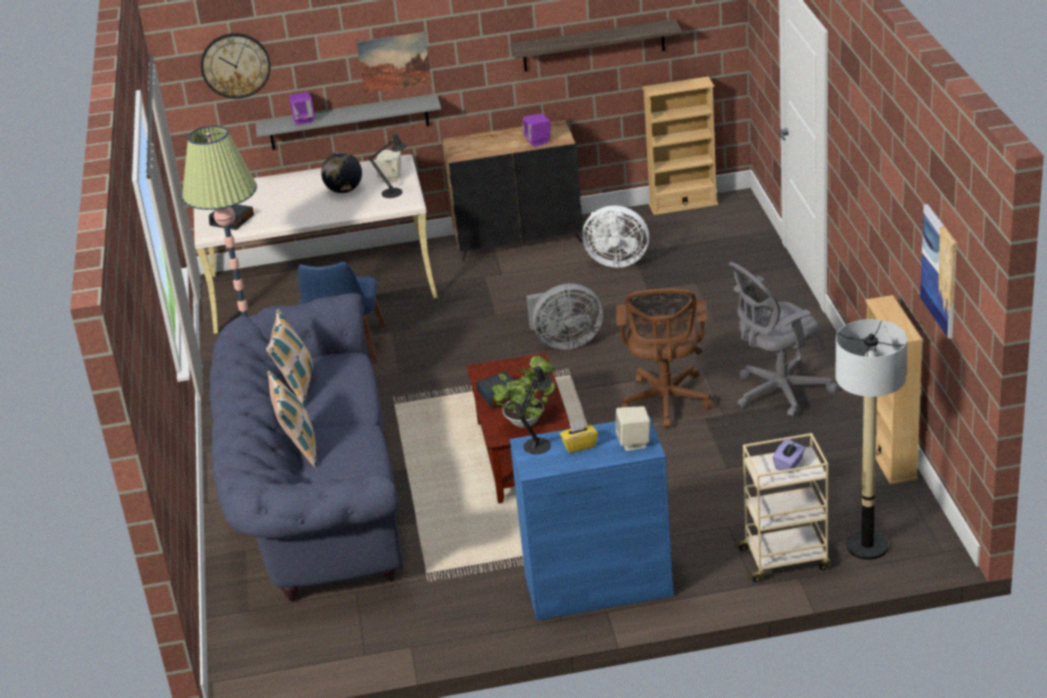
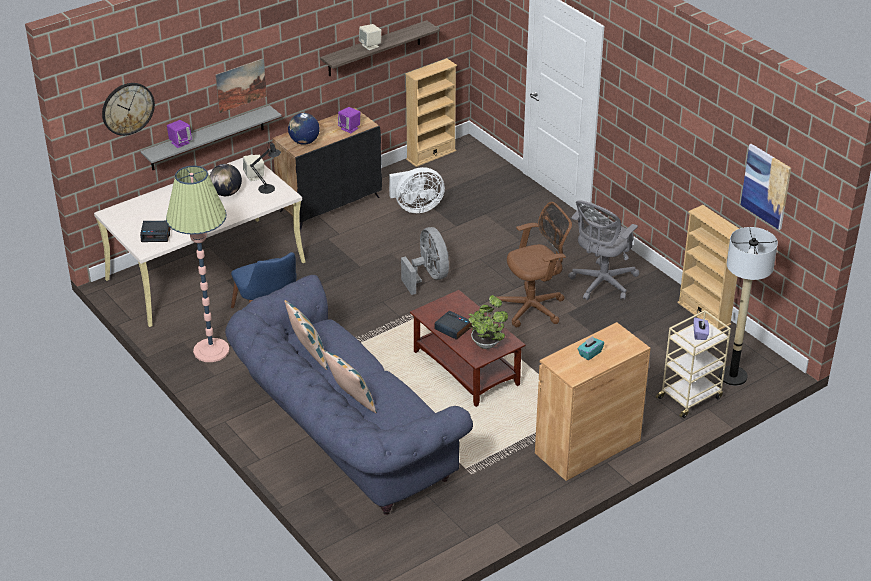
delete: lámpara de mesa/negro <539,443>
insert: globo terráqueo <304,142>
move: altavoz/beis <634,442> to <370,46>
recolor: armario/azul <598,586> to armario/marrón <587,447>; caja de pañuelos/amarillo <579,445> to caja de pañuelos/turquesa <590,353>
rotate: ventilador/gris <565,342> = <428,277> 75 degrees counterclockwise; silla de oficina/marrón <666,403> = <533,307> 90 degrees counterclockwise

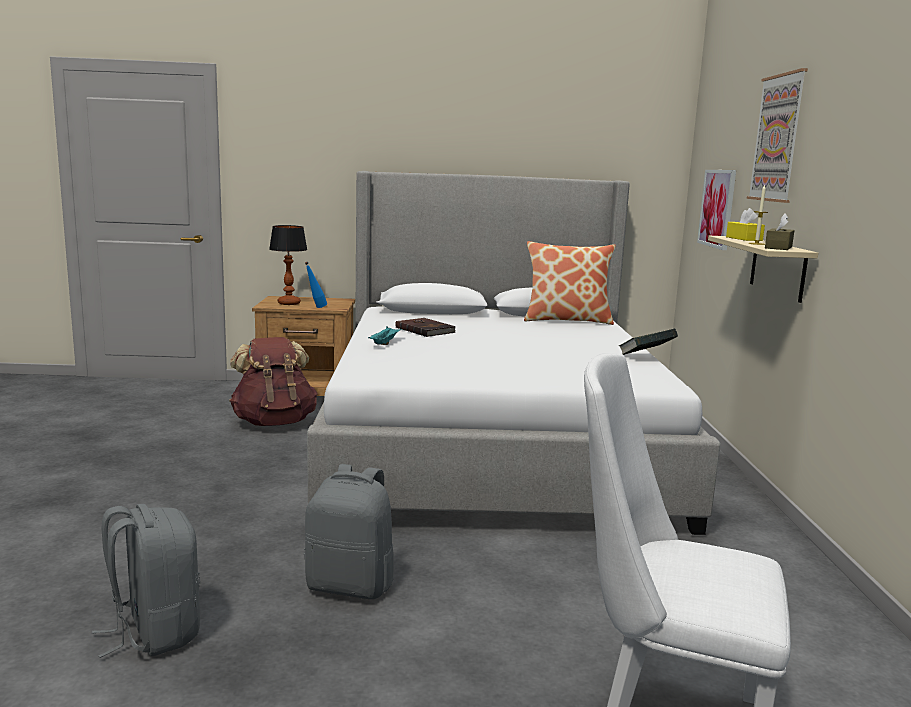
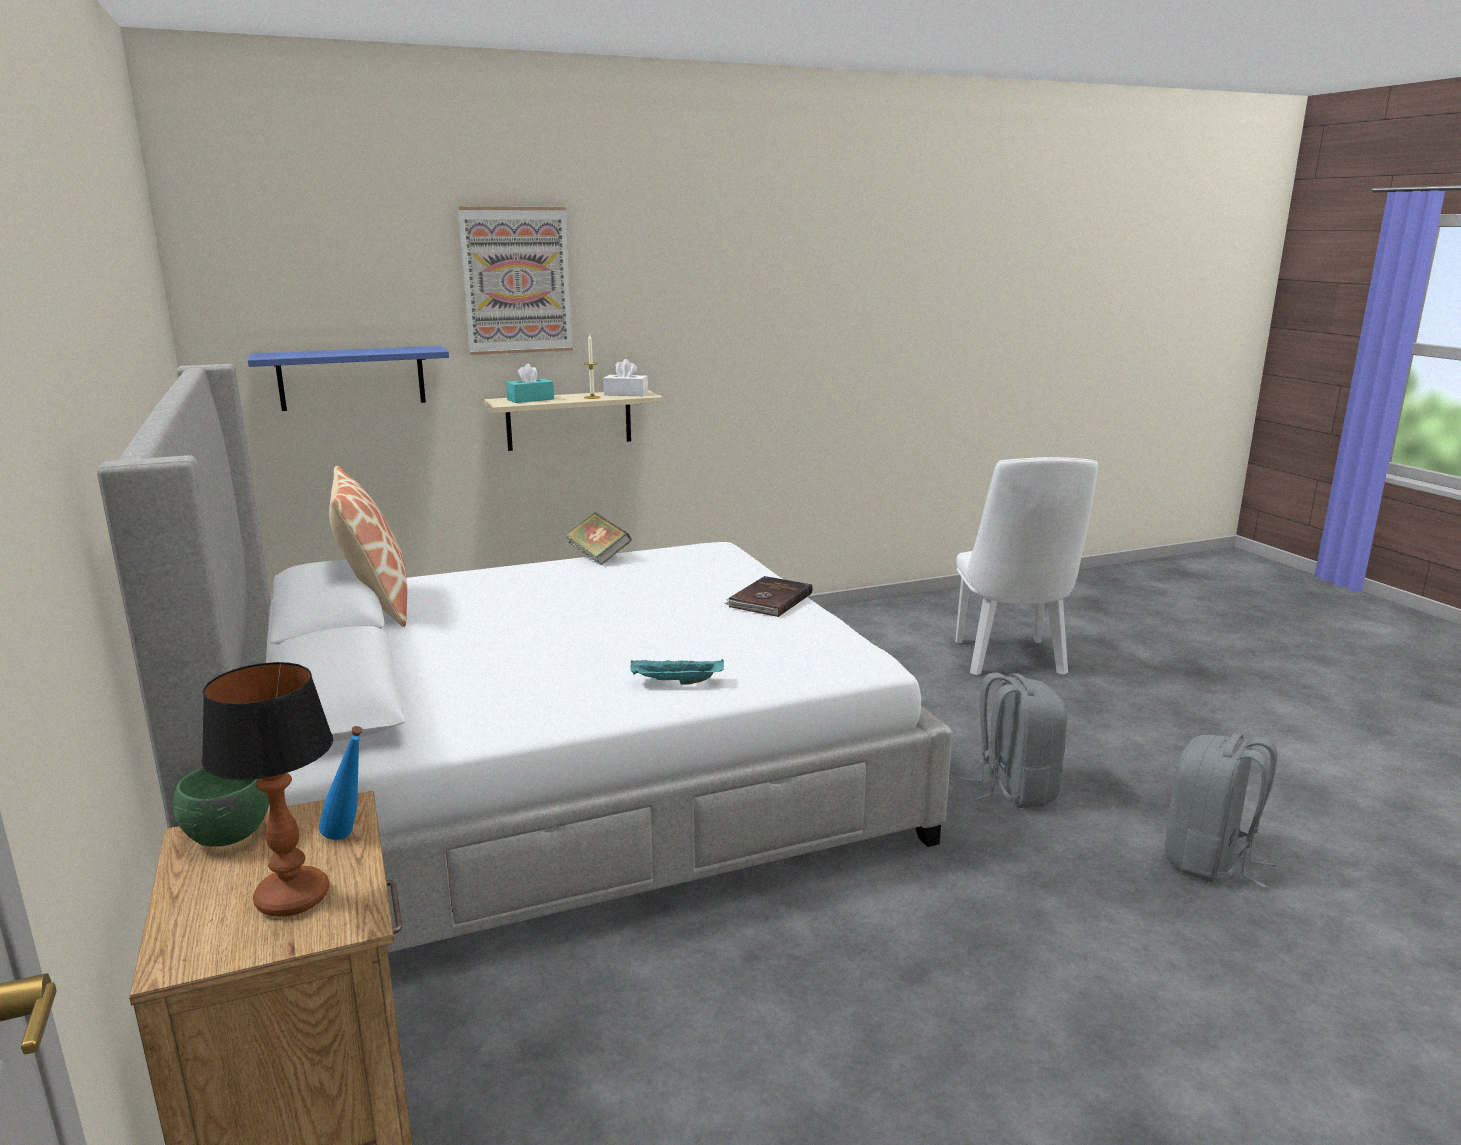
delete: mochila/marrón <274,422>
insert: cuenco/verde <228,836>
move: libro/marrón <425,330> to <769,600>
replace: cuadro <717,208> to estante/azul <352,378>
recolor: caja de pañuelos/amarillo <744,239> to caja de pañuelos/turquesa <530,399>; caja de pañuelos/marrón <778,247> to caja de pañuelos/blanco <626,394>

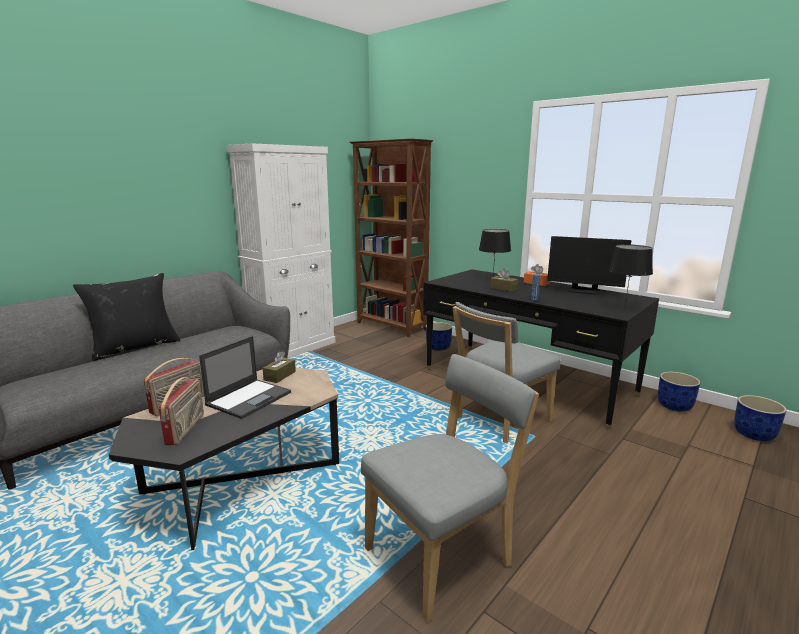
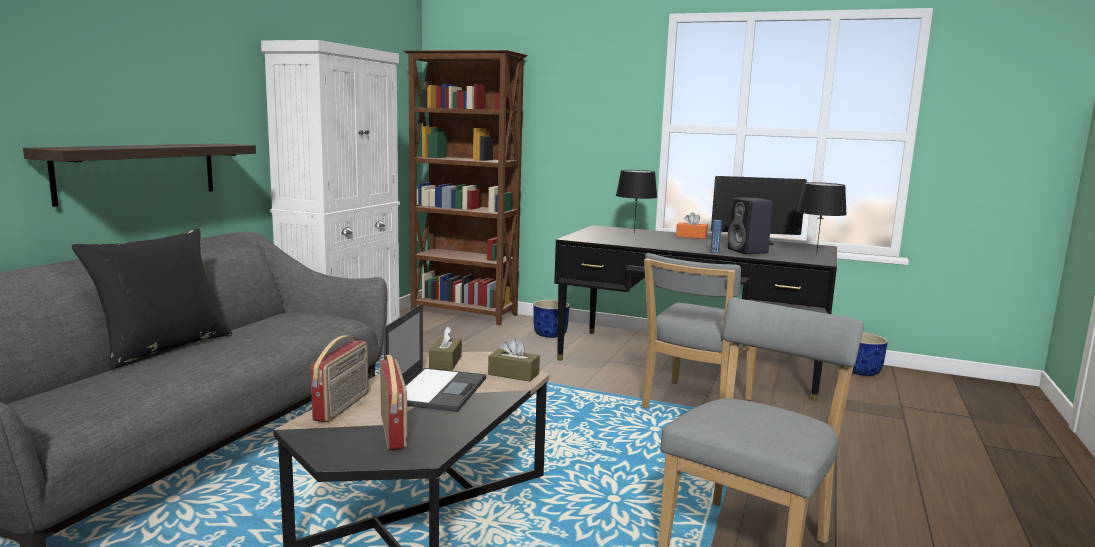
delete: maceta/azul <753,434>
insert: estante <138,171>; altavoz/negro <748,251>
move: caja de pañuelos/marrón <503,288> to <513,374>

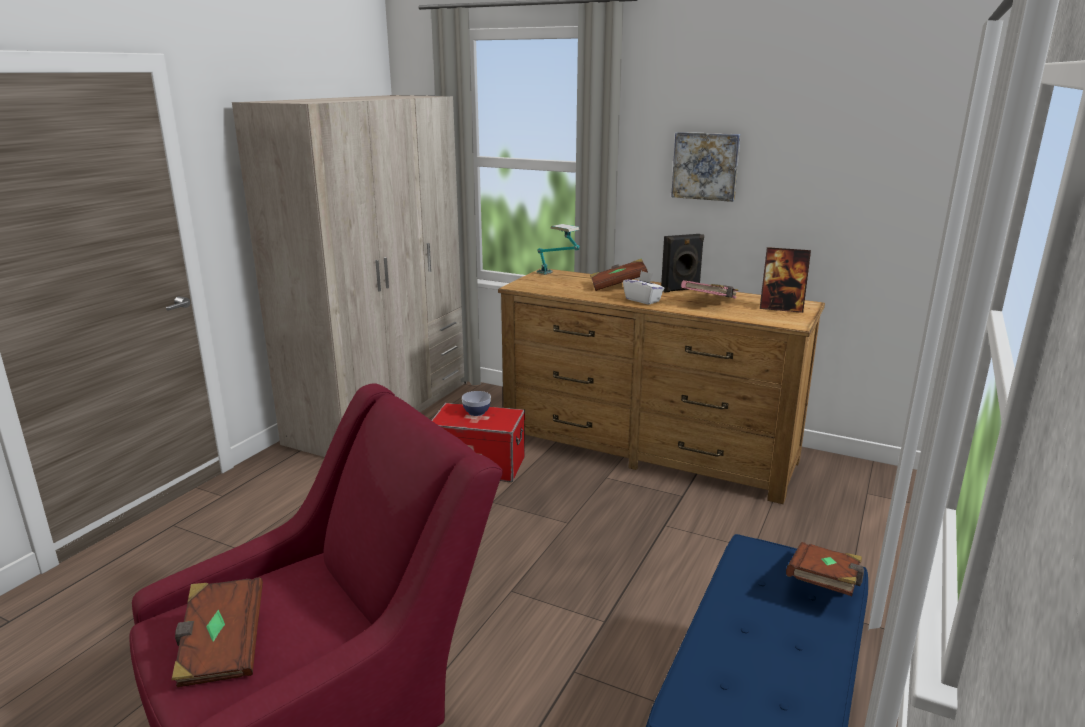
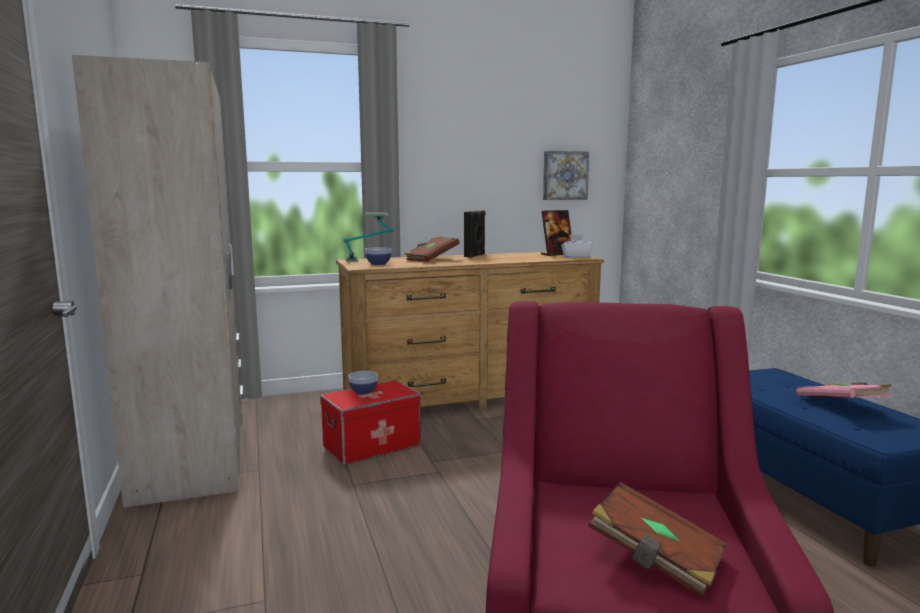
delete: libro/marrón <824,584>
insert: cuenco <378,264>
move: cuadro <706,166> to <564,175>; caja de pañuelos/blanco <643,300> to <576,257>; libro/rosa <710,302> to <841,406>

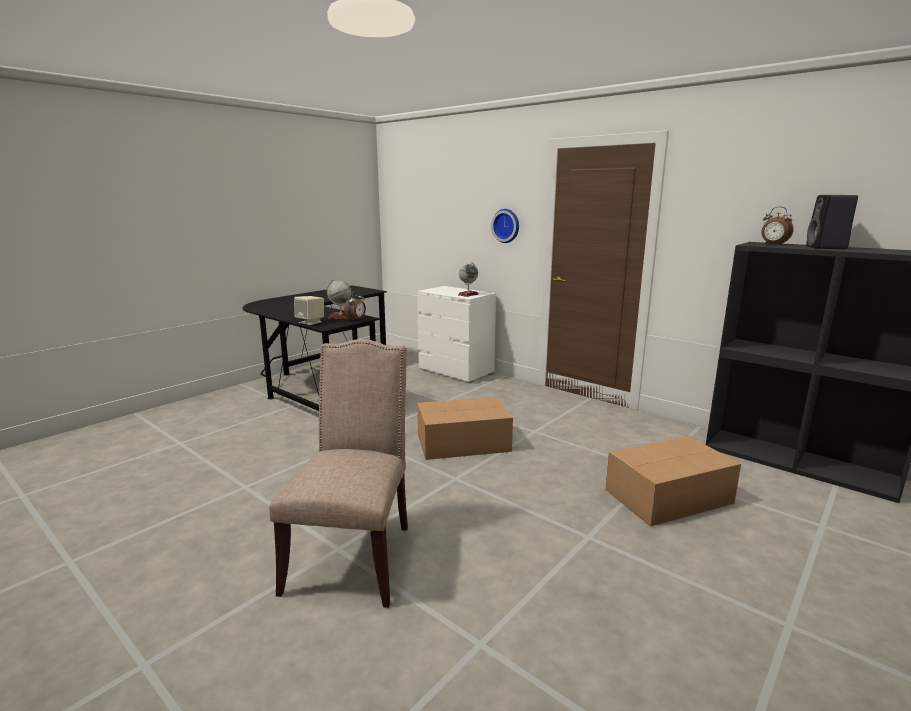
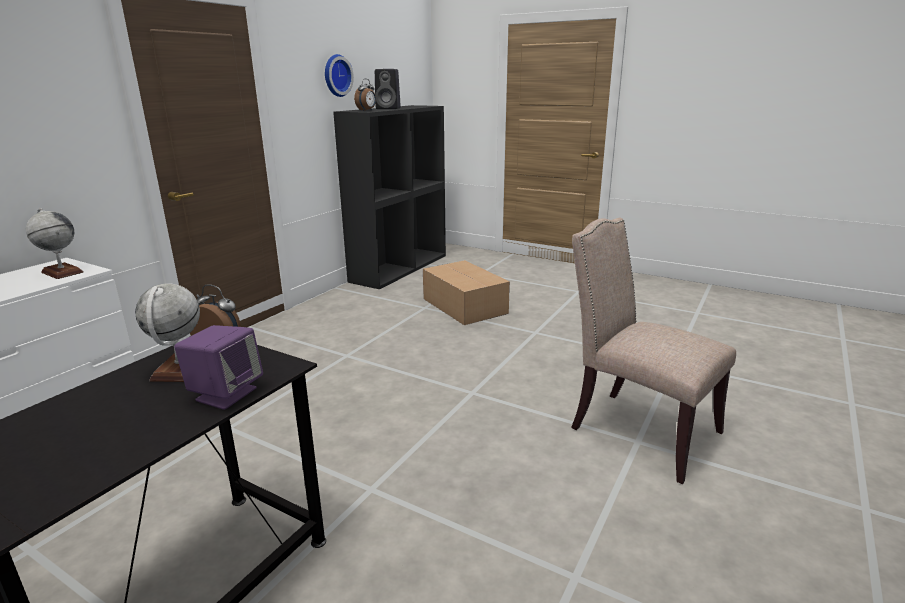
delete: caja de cartón <461,442>
move: reloj de pared <506,225> to <336,75>
recolor: altavoz/beis <310,322> to altavoz/morado <226,394>
rotate: silla/beis <354,555> = <637,429> 45 degrees clockwise

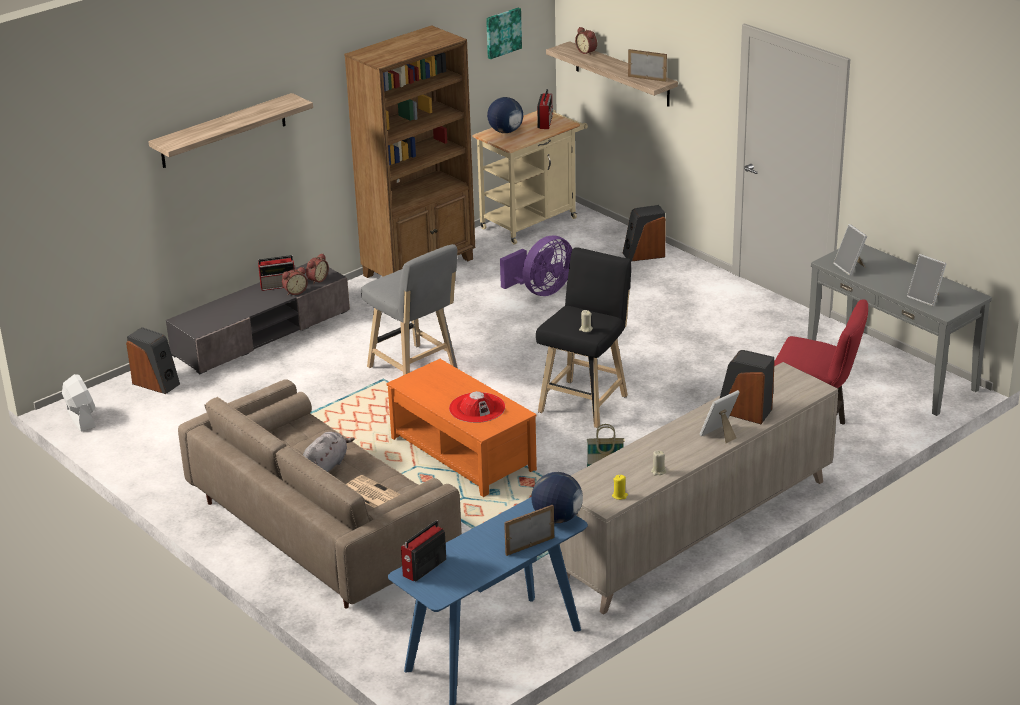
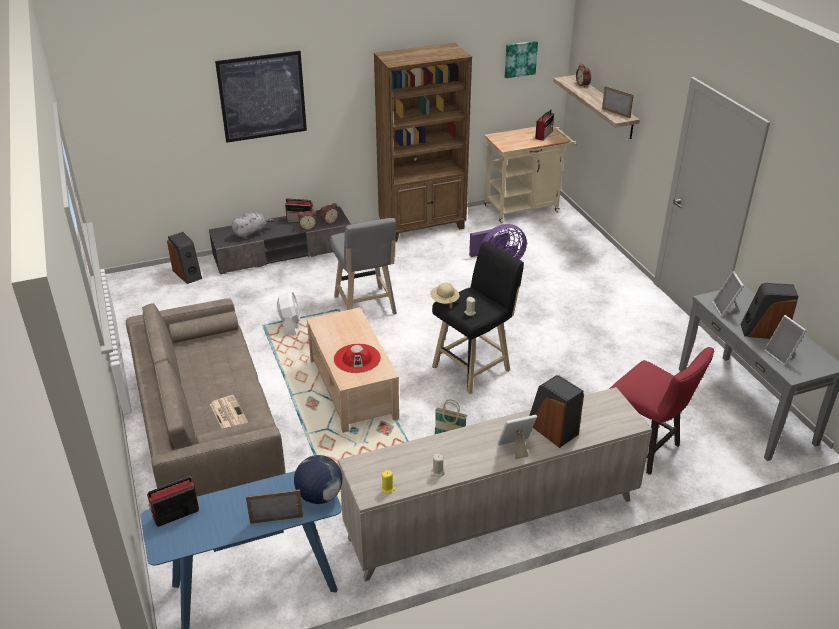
delete: globo terráqueo <505,131>
insert: sombrero/beis <444,300>
move: peluche/gris <326,466> to <251,233>; ventilador/blanco <81,418> to <290,325>; altavoz <644,254> to <763,331>
replace: estante <223,131> to cuadro <262,96>
recolor: mesa de centro/naranja <461,454> to mesa de centro/beis <352,389>

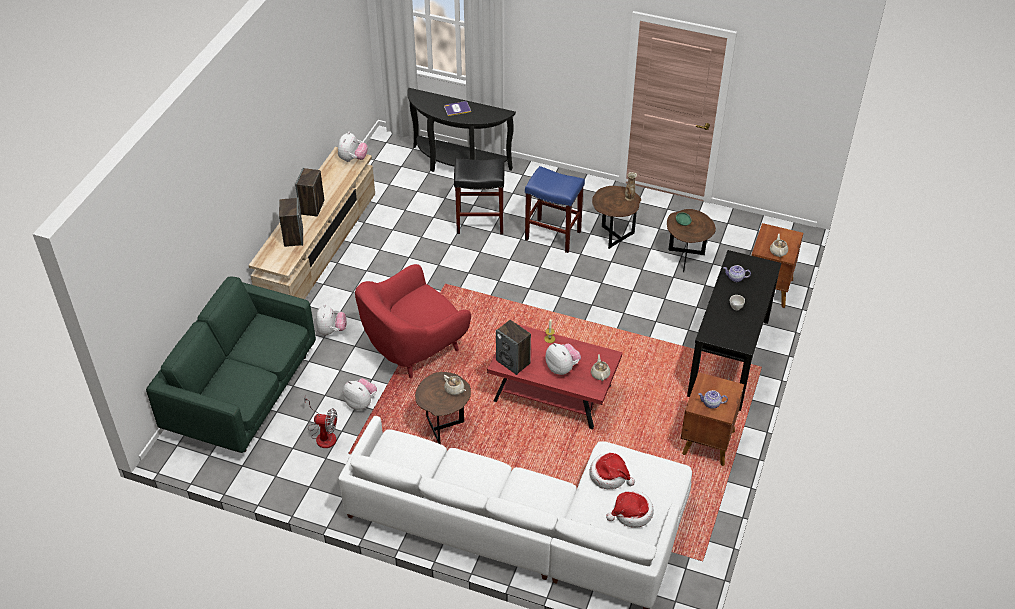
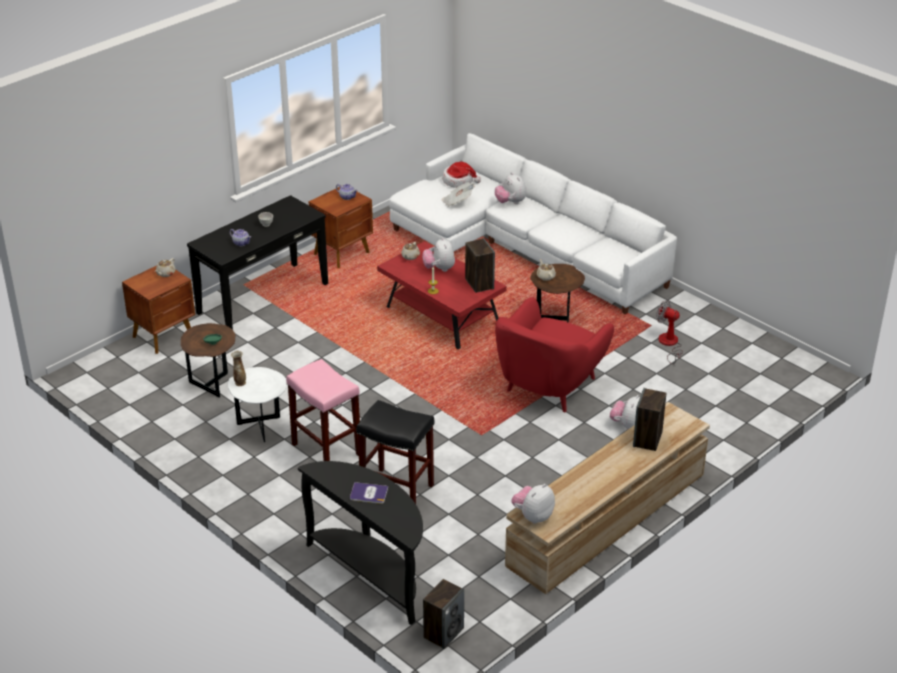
delete: sofá/verde <243,393>
move: altavoz <312,207> to <443,633>; peluche <361,403> to <510,202>
replace: sombrero <609,476> to periódico <457,202>
recolor: mesa auxiliar/marrón <613,235> to mesa auxiliar/blanco <261,429>; taburete/azul <552,235> to taburete/rosa <327,449>
rotate: sillón/rojo <414,348> = <549,386> 135 degrees clockwise

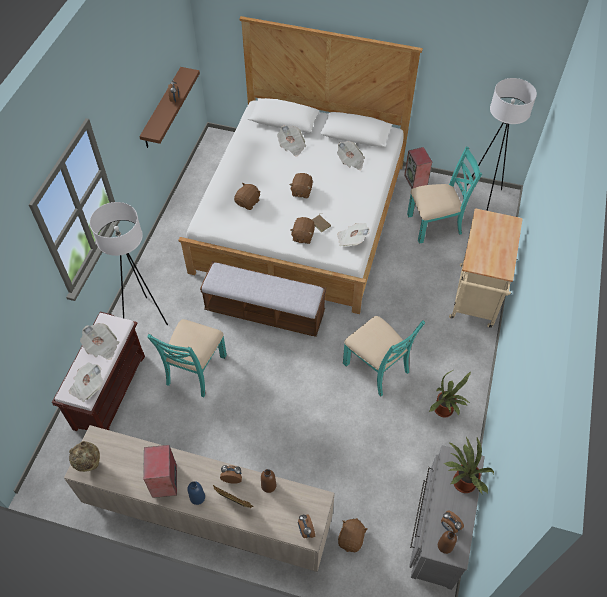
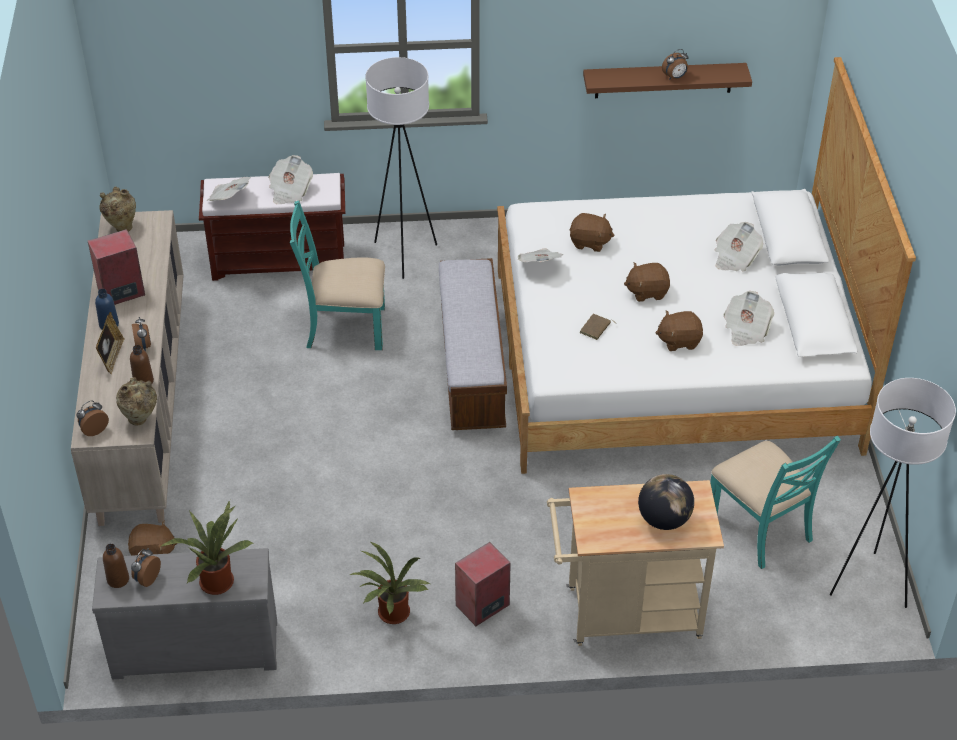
delete: silla/turquesa <377,367>
insert: florero/beis <140,420>; globo terráqueo <664,519>
move: altavoz <416,180> to <482,606>; periódico <351,240> to <539,265>; peluche/marrón <302,236> to <679,340>

